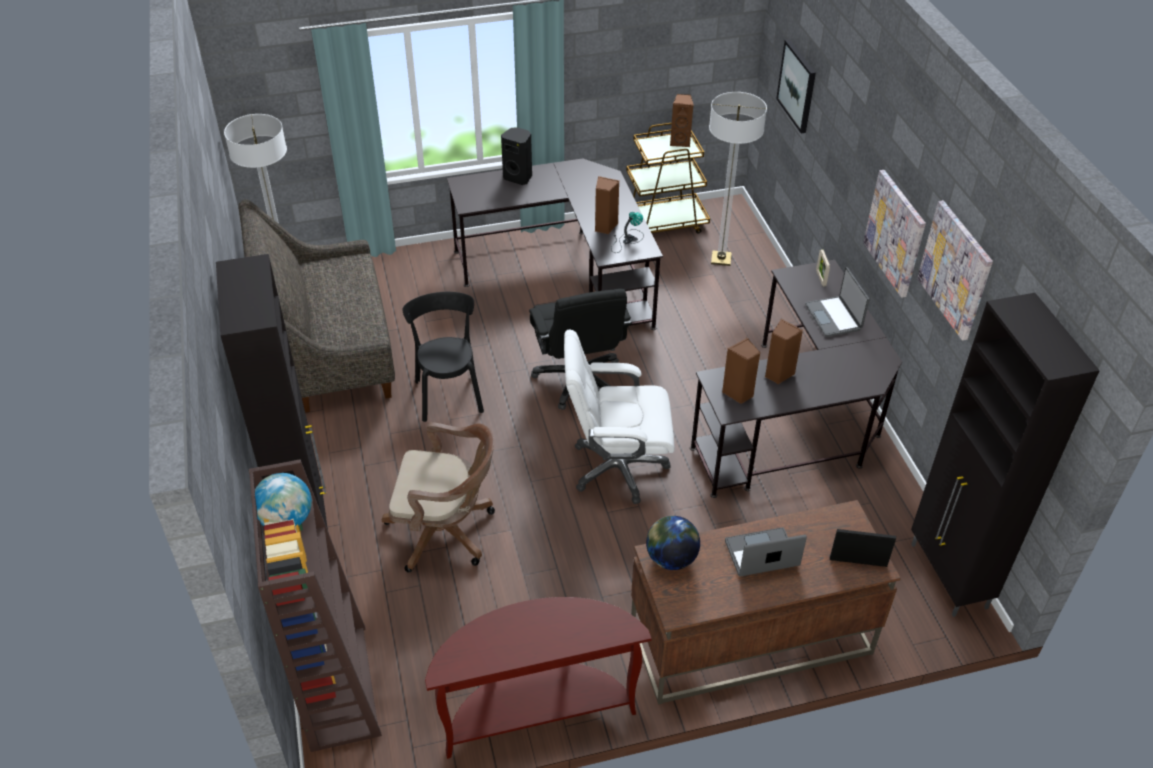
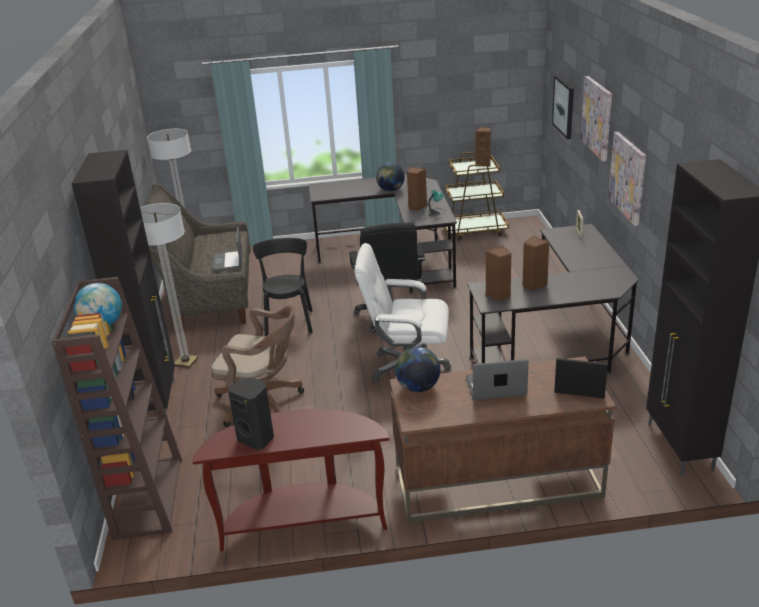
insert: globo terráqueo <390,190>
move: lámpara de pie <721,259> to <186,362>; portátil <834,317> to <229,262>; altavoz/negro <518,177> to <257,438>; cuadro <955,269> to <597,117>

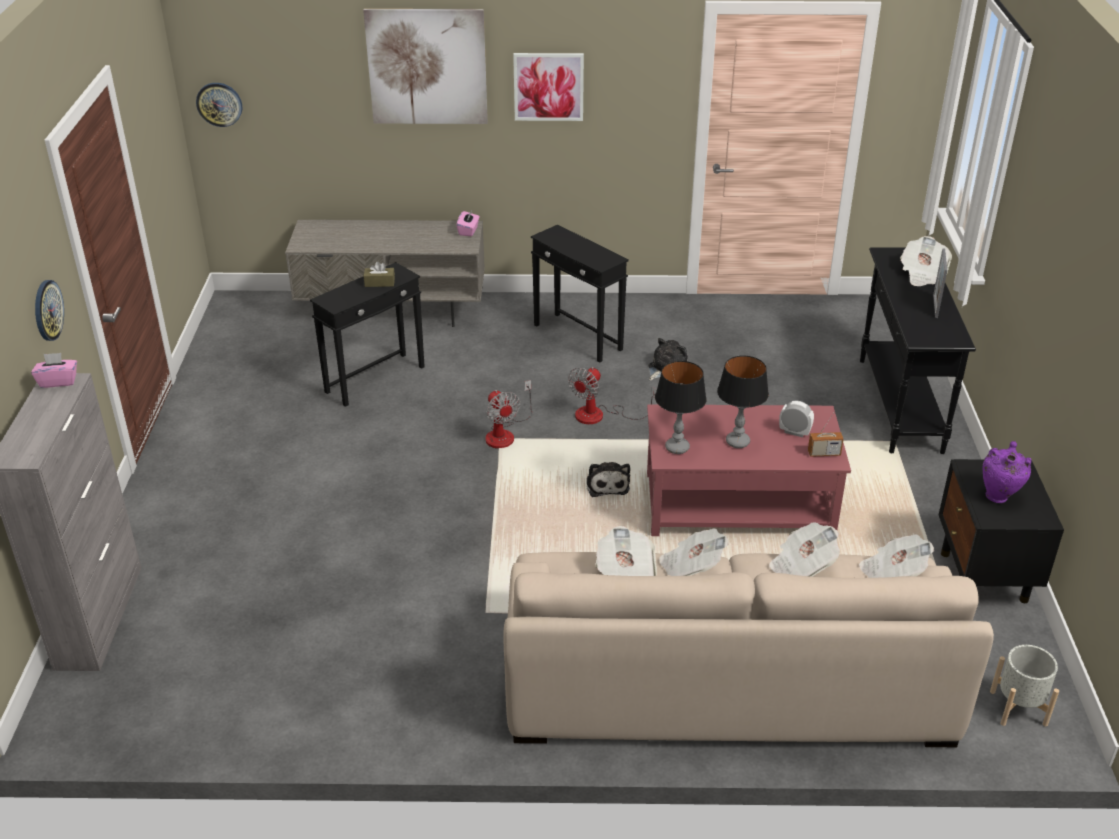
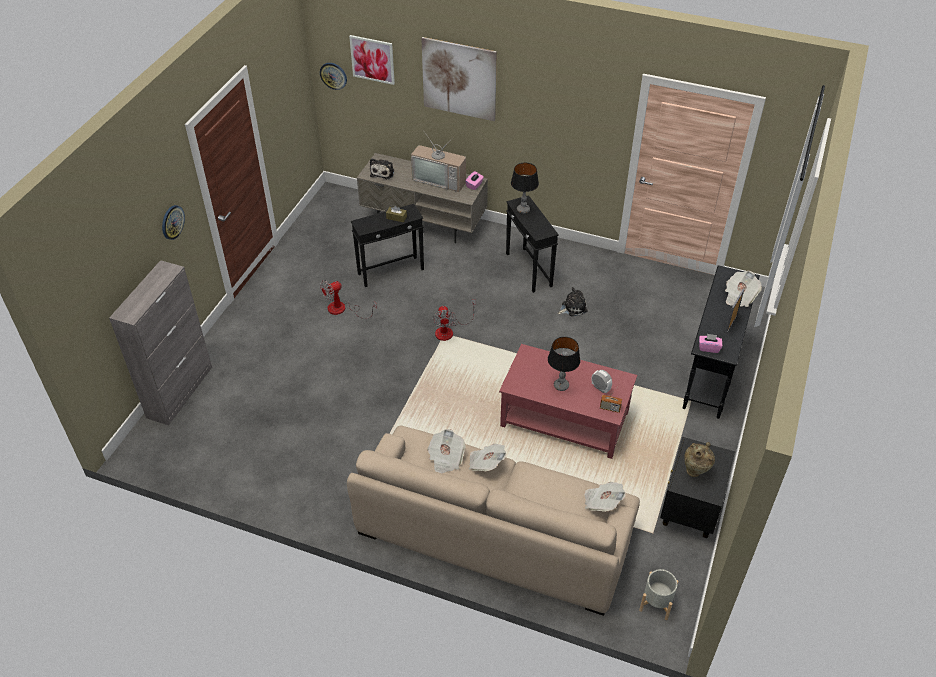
delete: periódico <802,566>
insert: televisor <440,179>
move: ventilador <600,415> to <343,309>; cuadro <548,86> to <372,59>; peluche <607,484> to <383,172>; lámpara de mesa <677,448> to <523,210>; caja de pañuelos/rosa <58,381> to <708,348>
recolor: florero/morado <998,496> to florero/beis <695,471>

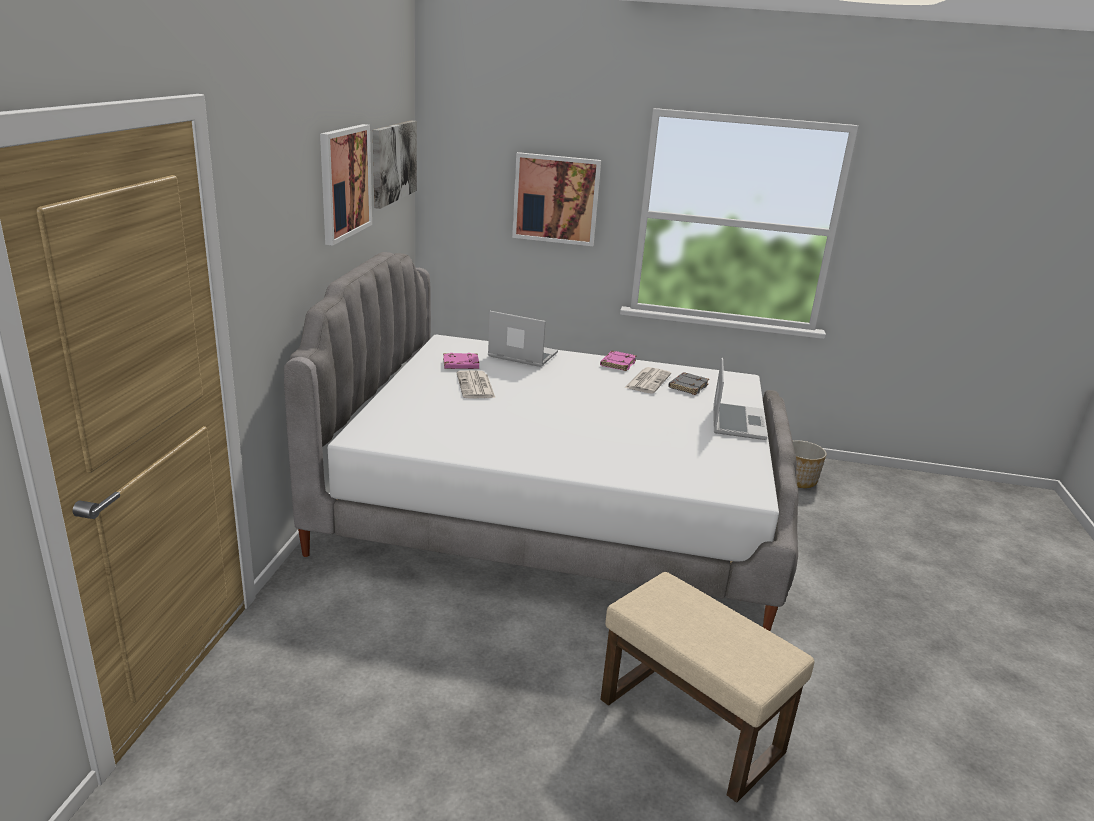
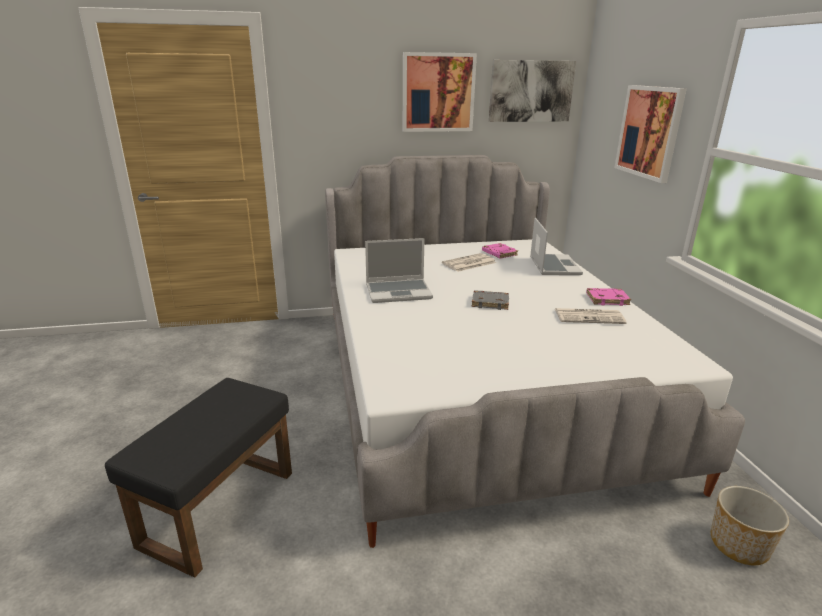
move: portátil <737,422> to <399,292>; libro/gris <687,386> to <490,303>
recolor: puf/beis <693,726> to puf/negro <219,509>

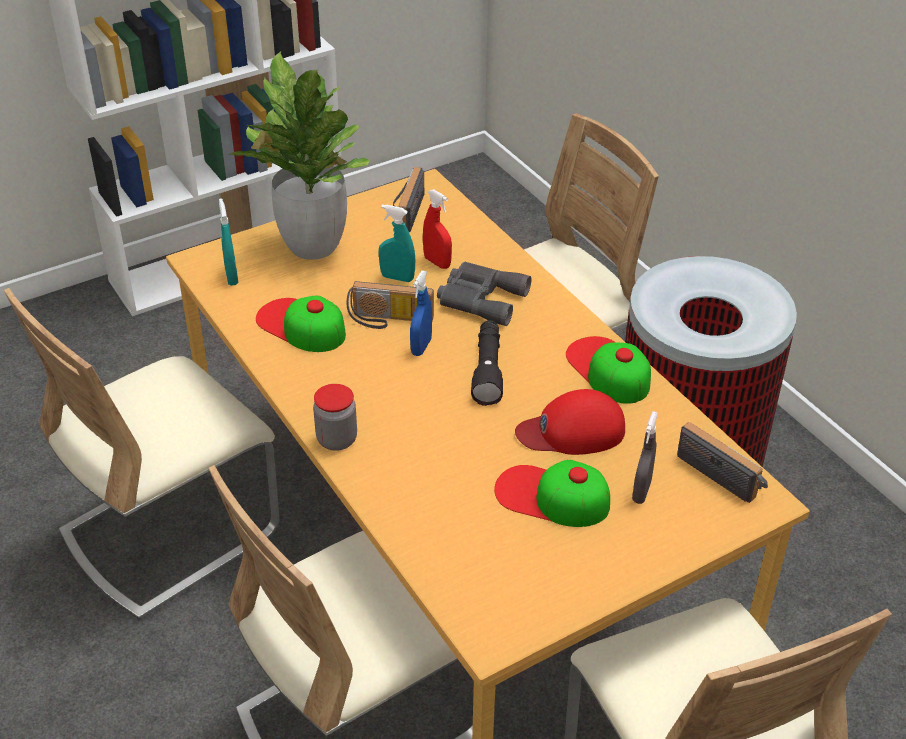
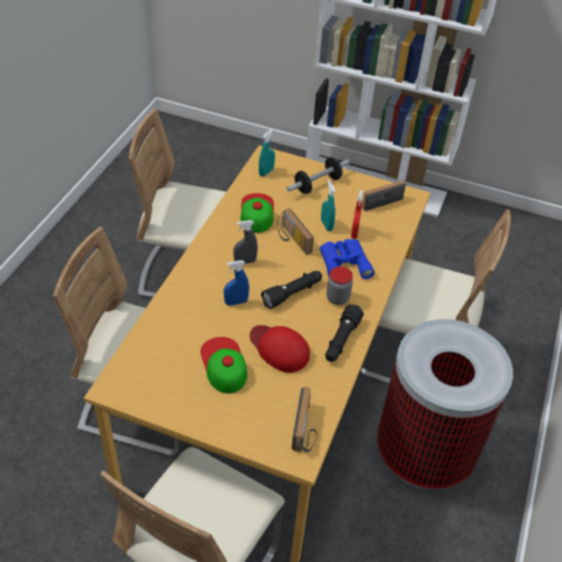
move: pulverizador/azul <421,347> to <236,302>; pulverizador/gris <641,491> to <245,262>; tarro <337,440> to <337,298>
replace: planta en maceta <312,246> to mancuerna <317,184>; gorra <608,369> to linterna/negro <341,340>
recolor: prismáticos/gris <480,298> to prismáticos/azul <344,262>

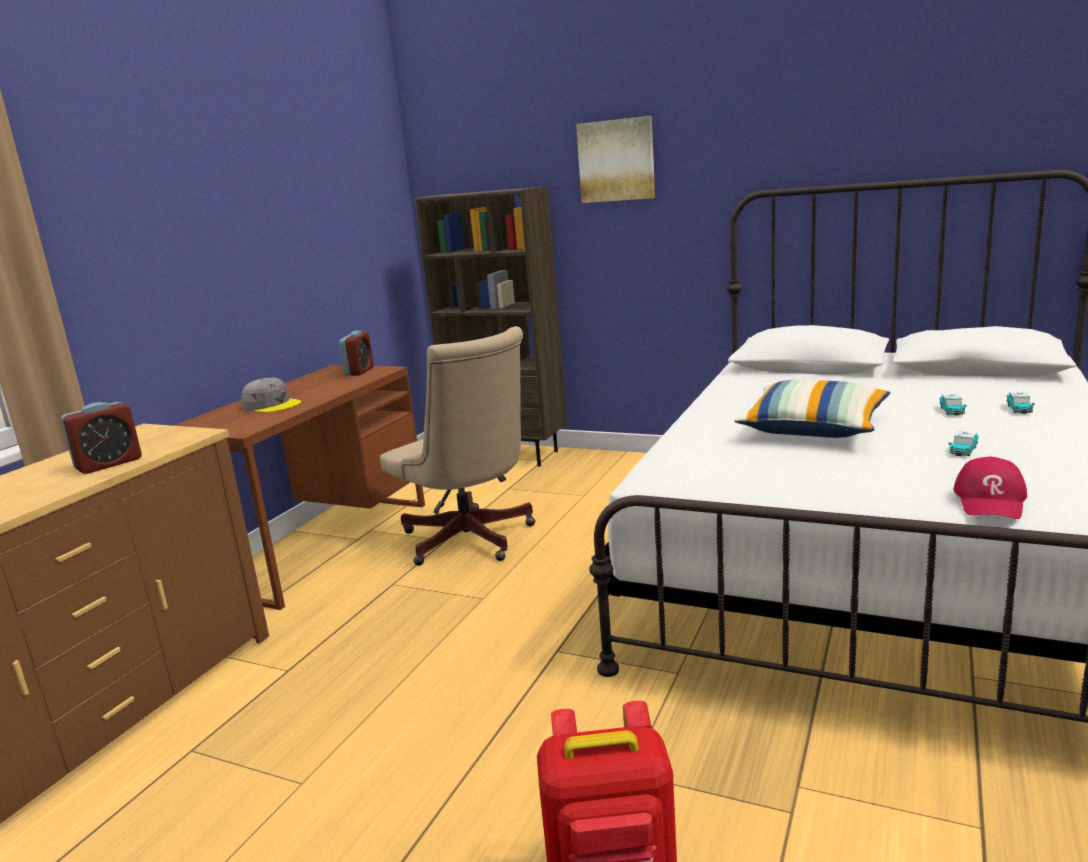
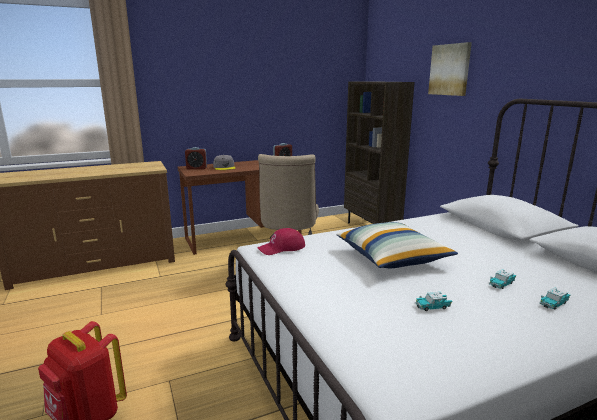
move: despertador <109,464> to <196,168>; gorra/rojo <991,500> to <282,248>

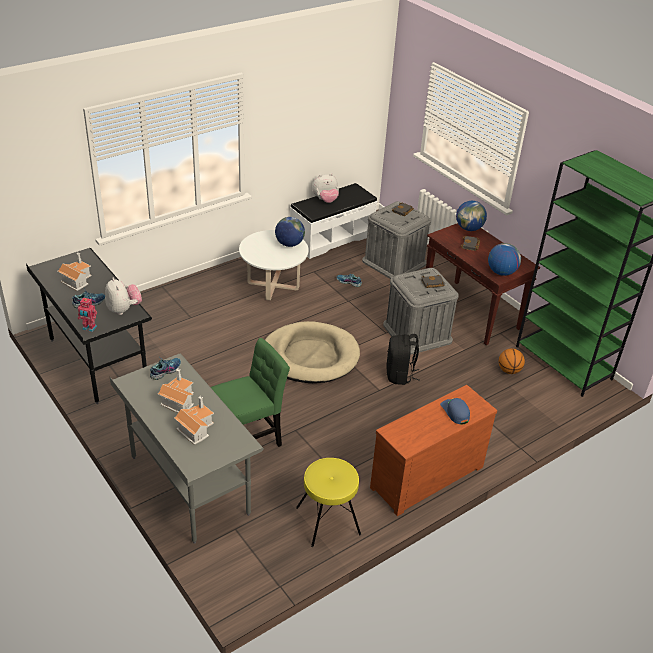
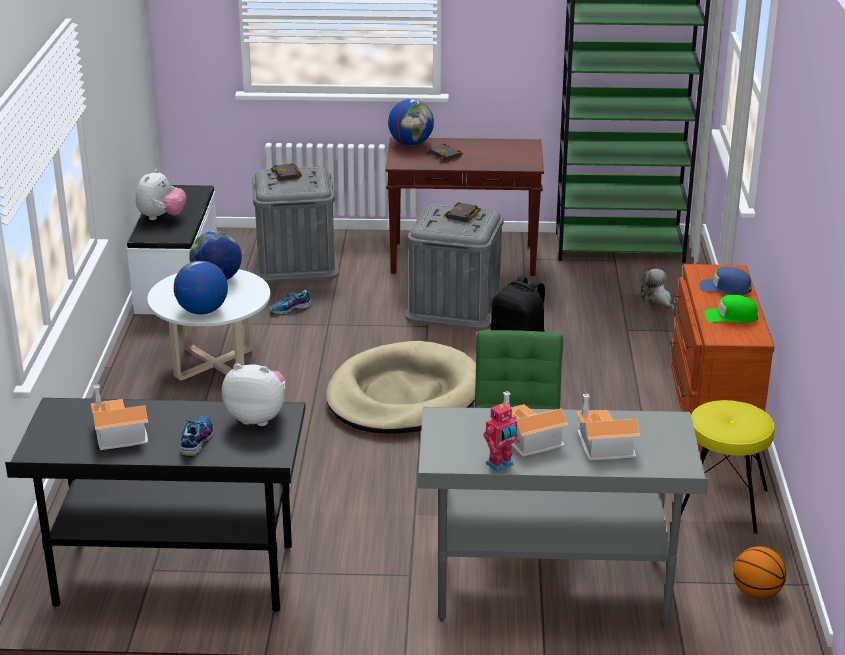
delete: zapato <165,371>
insert: peluche <657,301>; gorra/verde <730,316>
move: globo terráqueo <501,272> to <202,311>; robot de juguete <89,328> to <500,465>; balón de baloncesto <509,370> to <757,593>

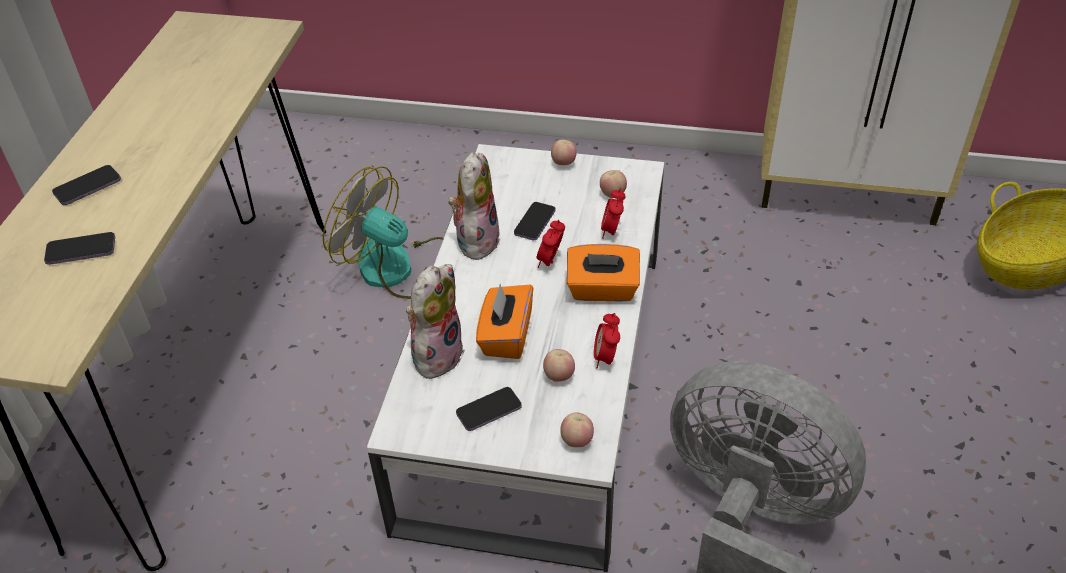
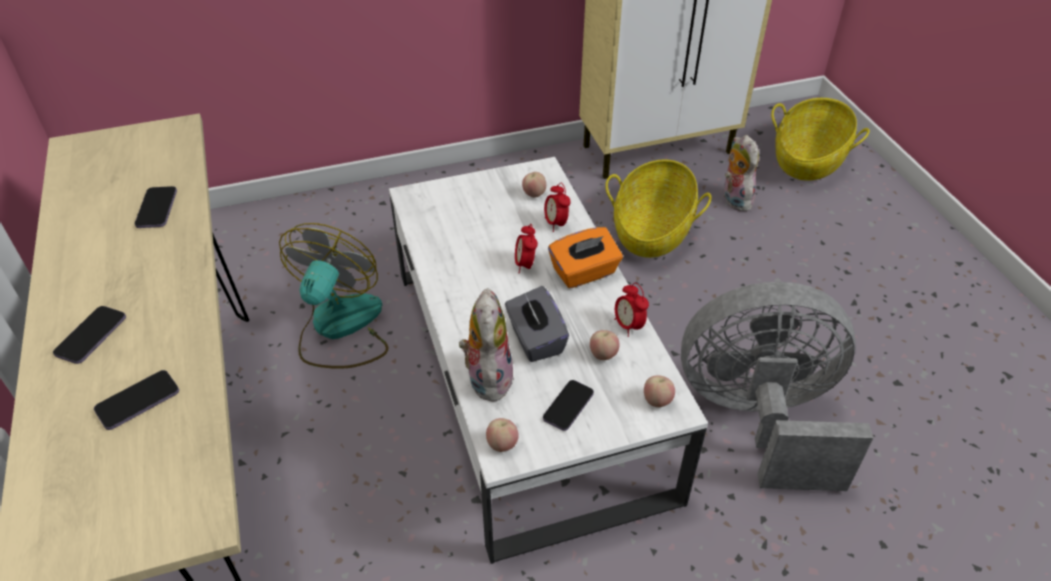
insert: cesta <652,230>
move: móvil <535,222> to <157,209>; manzana <563,163> to <502,444>; peluche <476,239> to <734,199>
recolor: caja de pañuelos/naranja <506,336> to caja de pañuelos/gris <535,339>
rotate: ventilador <398,269> = <339,328> 105 degrees clockwise

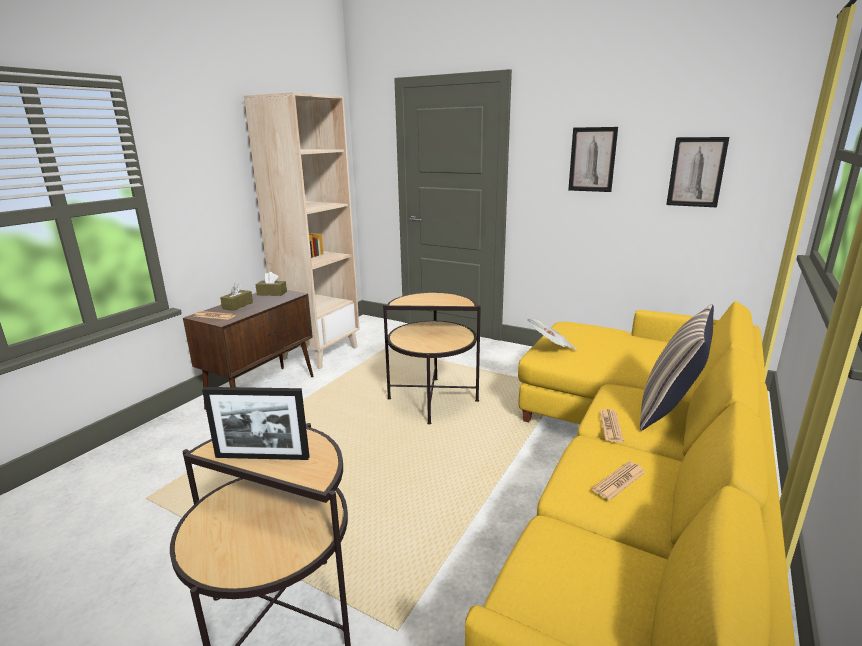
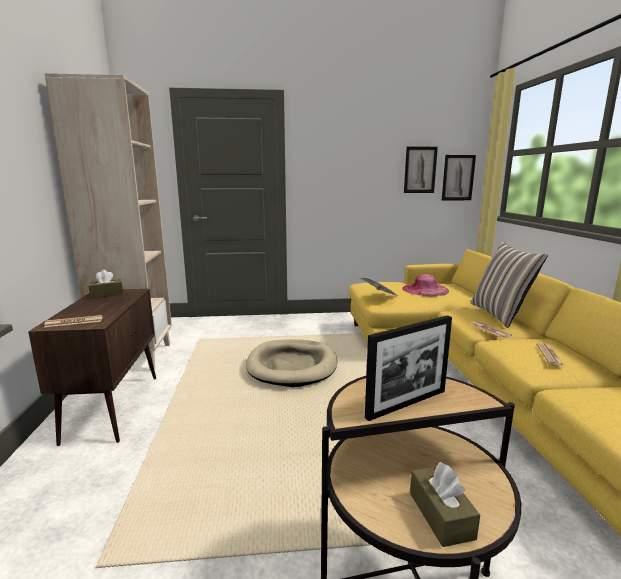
insert: sombrero/rosa <425,289>
move: caja de pañuelos/marrón <237,305> to <441,515>; cuadro <592,159> to <458,178>
replace: mesa auxiliar <432,400> to cama para perro/beis <292,366>

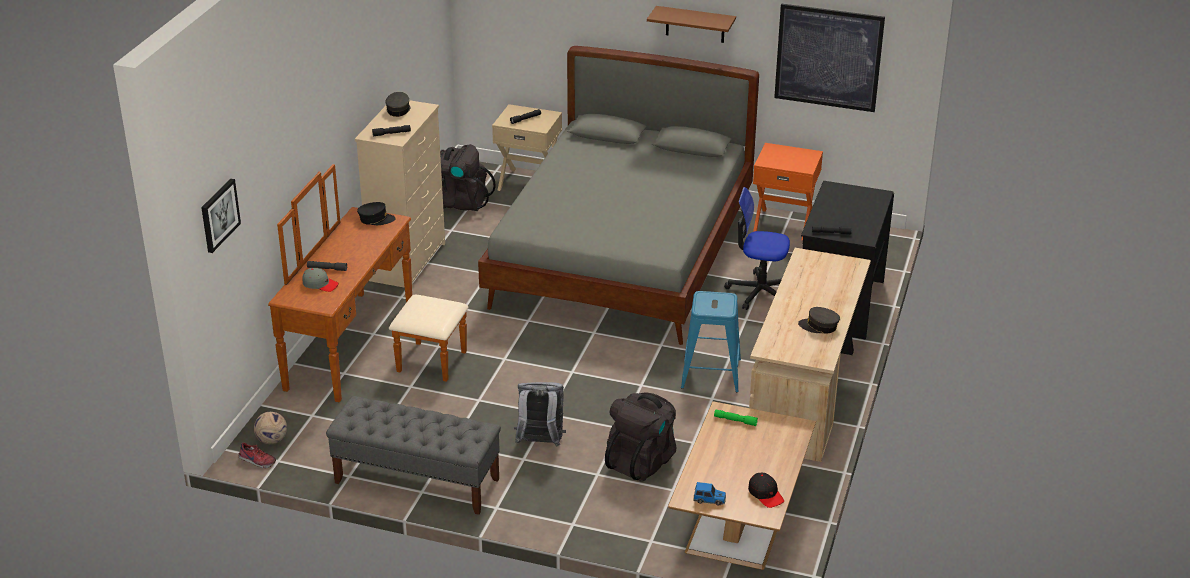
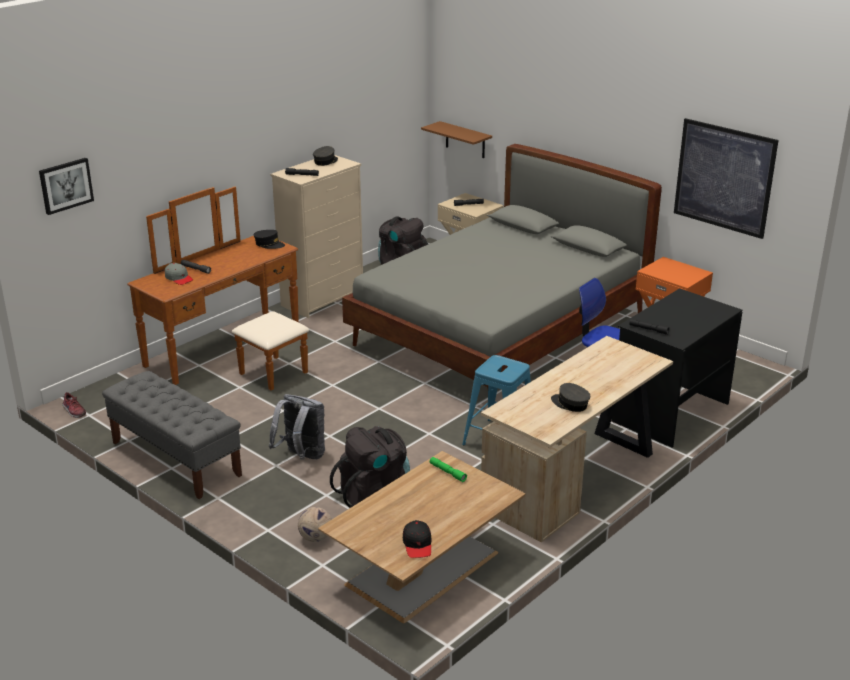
delete: coche de juguete <709,499>
move: balón de fútbol <272,441> to <315,538>; estante/marrón <695,24> to <465,140>

